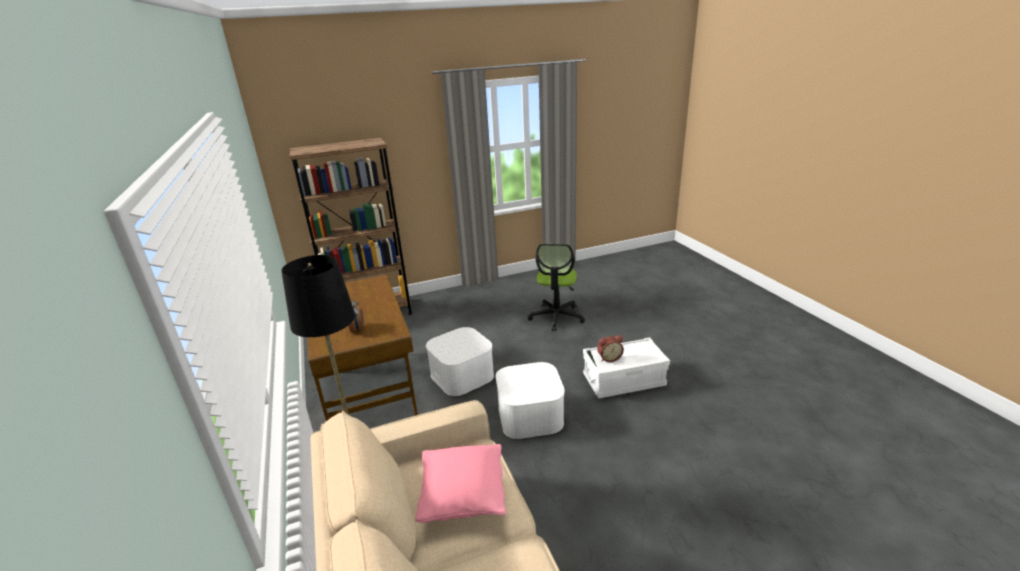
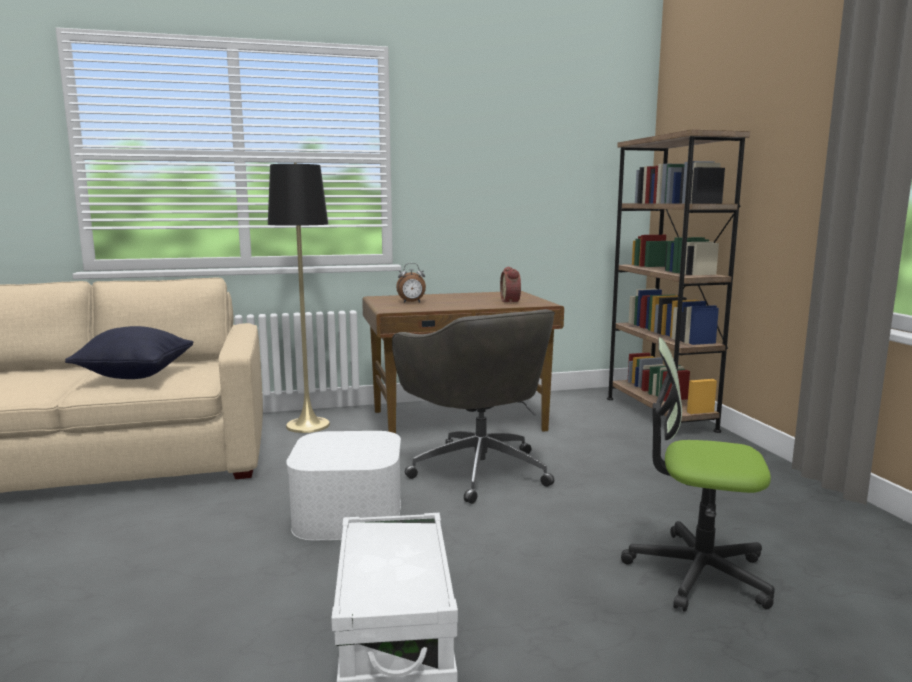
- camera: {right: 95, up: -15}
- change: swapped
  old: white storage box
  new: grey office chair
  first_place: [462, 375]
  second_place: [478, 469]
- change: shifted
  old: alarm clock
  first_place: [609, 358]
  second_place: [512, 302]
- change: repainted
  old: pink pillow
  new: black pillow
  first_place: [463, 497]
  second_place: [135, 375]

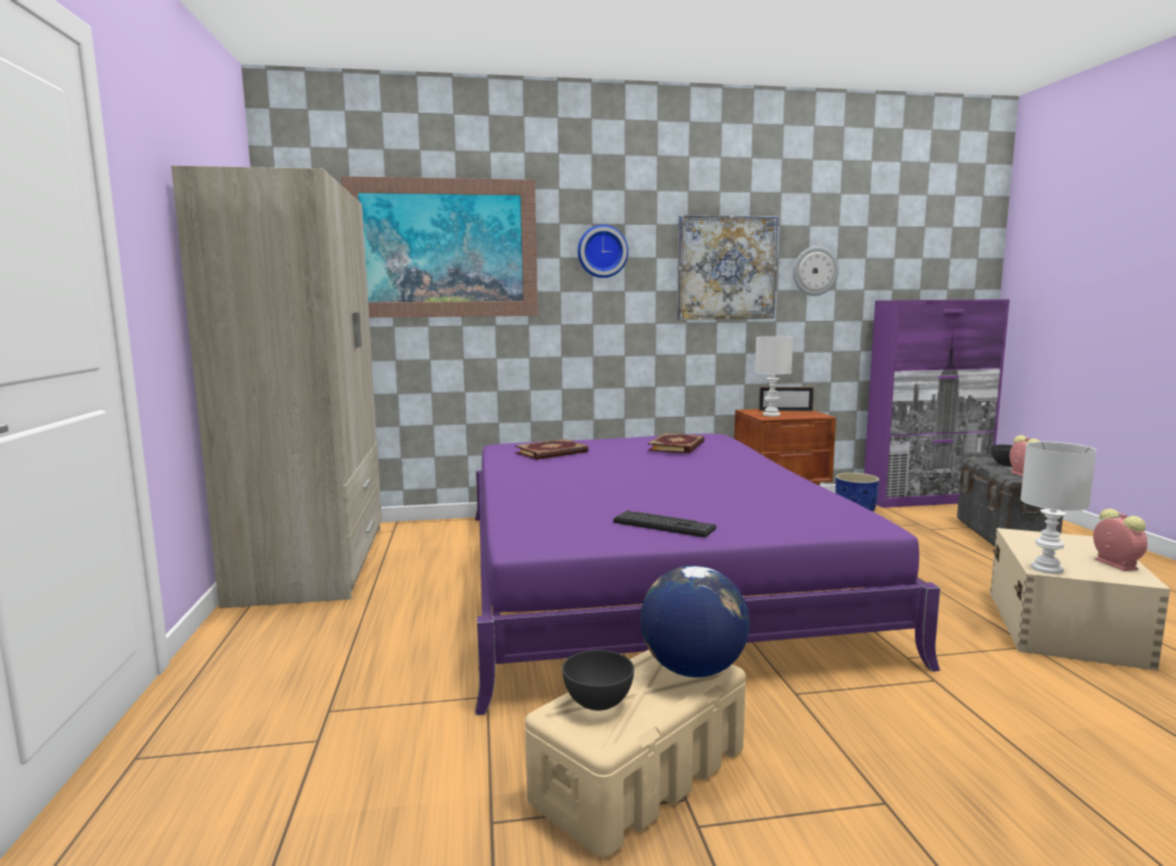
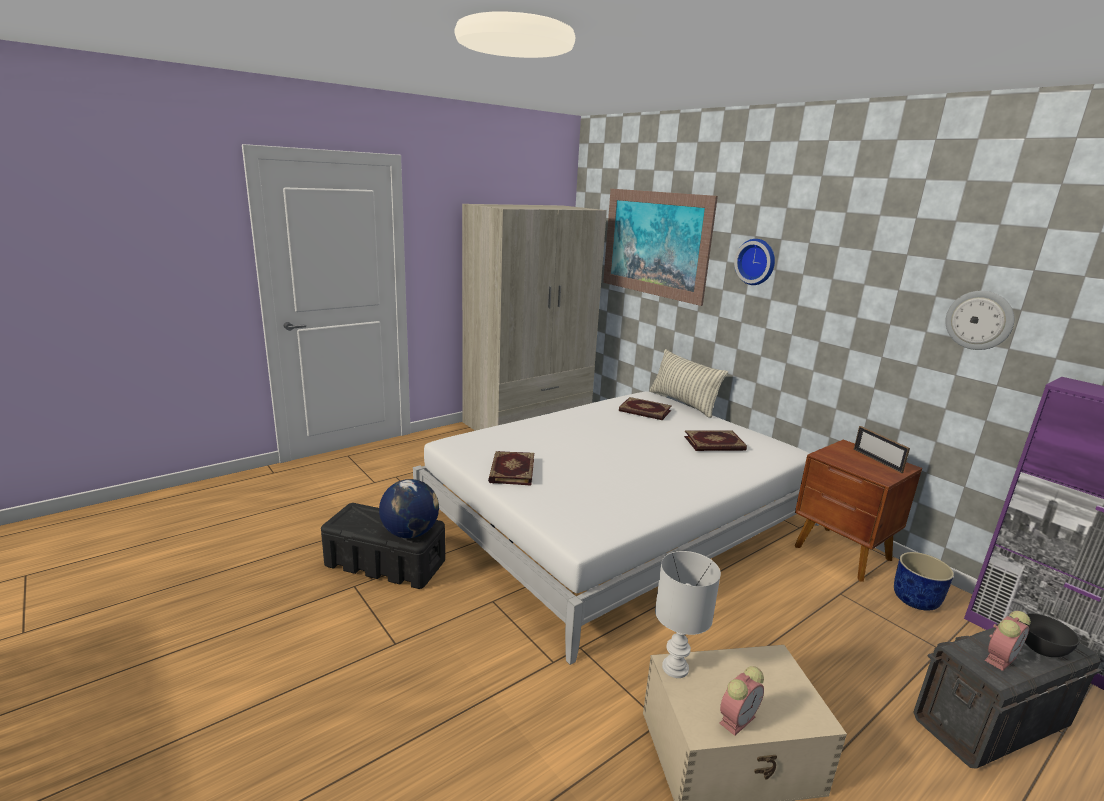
- camera: {right: 60, up: 10}
- change: gone
  old: picture
  first_place: [726, 268]
- change: gone
  old: white table lamp
  first_place: [771, 415]
- change: repainted
  old: purple bed
  new: white bed
  first_place: [645, 575]
  second_place: [616, 517]
- change: swapped
  old: keyboard
  new: book
  first_place: [663, 525]
  second_place: [511, 470]
- change: repainted
  old: beige storage box
  new: black storage box
  first_place: [642, 774]
  second_place: [386, 563]
- change: gone
  old: grey bowl
  first_place: [598, 702]
- change: new
  new: pillow
  second_place: [683, 403]

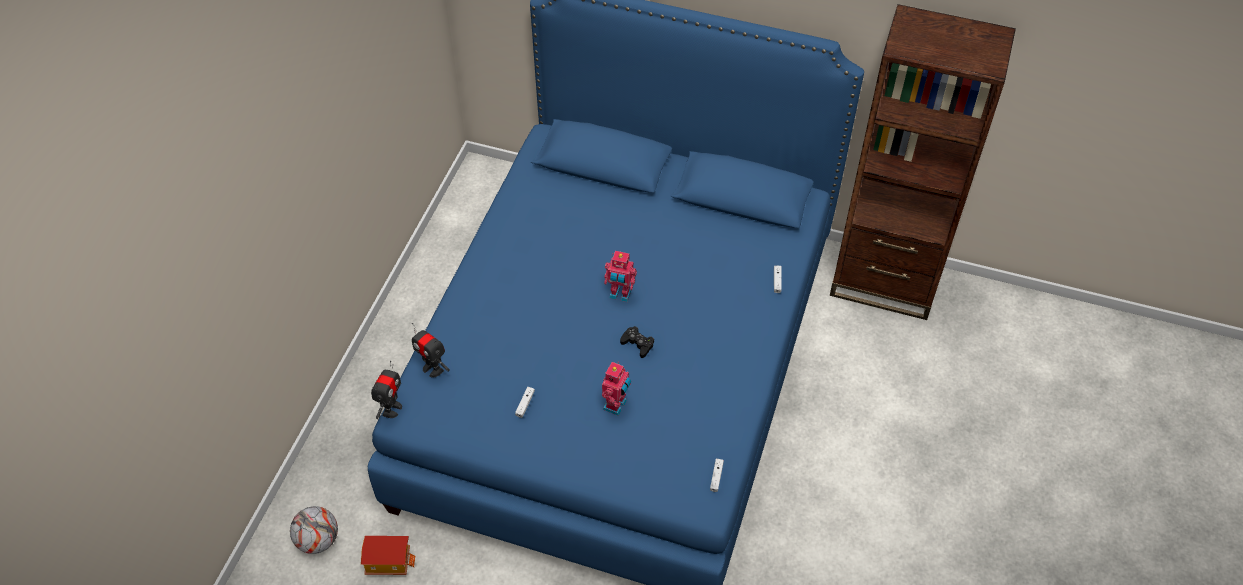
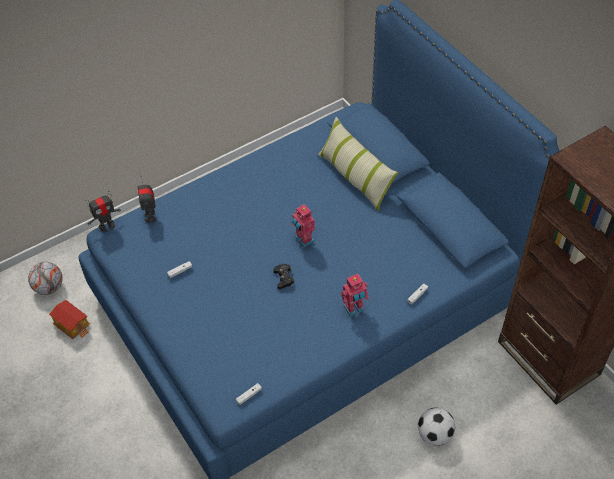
- camera: {right: 40, up: 0}
- change: shifted
  old: toy robot
  first_place: [616, 405]
  second_place: [354, 309]
- change: new
  new: pillow
  second_place: [355, 177]
- change: new
  new: football
  second_place: [435, 435]

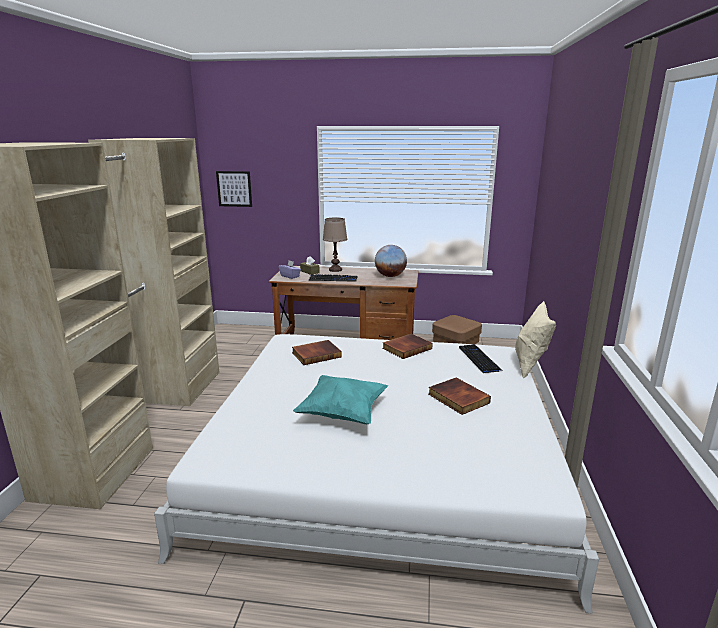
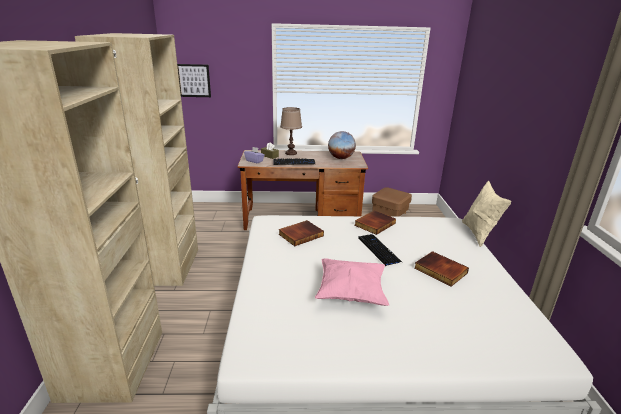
- camera: {right: -10, up: 5}
- change: shifted
  old: keyboard
  first_place: [479, 359]
  second_place: [378, 250]
- change: repainted
  old: turquoise pillow
  new: pink pillow
  first_place: [343, 413]
  second_place: [351, 293]

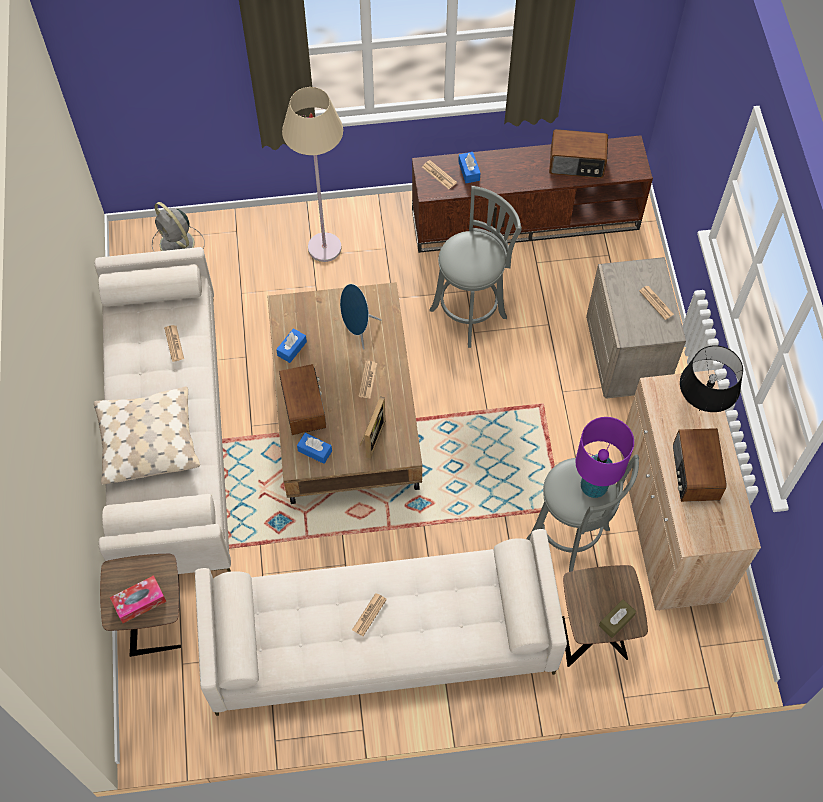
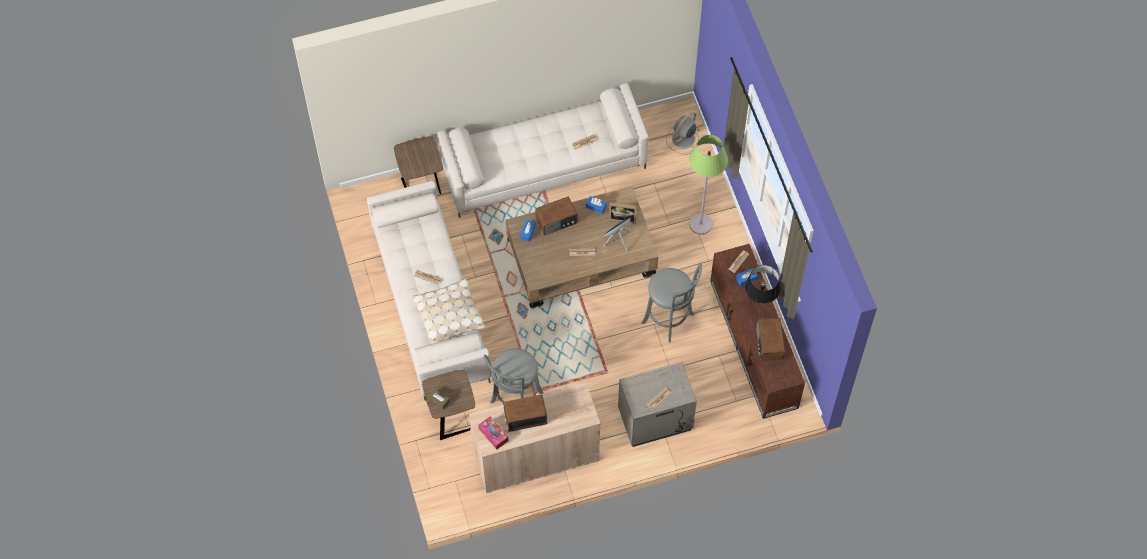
- camera: {right: 80, up: 0}
- change: repainted
  old: beige floor lamp
  new: green floor lamp
  first_place: [324, 247]
  second_place: [701, 224]
- change: shifted
  old: black table lamp
  first_place: [699, 410]
  second_place: [759, 302]
- change: shifted
  old: beige pillow
  first_place: [148, 441]
  second_place: [449, 316]
- change: shifted
  old: picture frame
  first_place: [370, 437]
  second_place: [622, 217]
- change: gone
  old: purple table lamp
  first_place: [593, 486]
- change: shifted
  old: tissue box
  first_place: [139, 602]
  second_place: [493, 434]

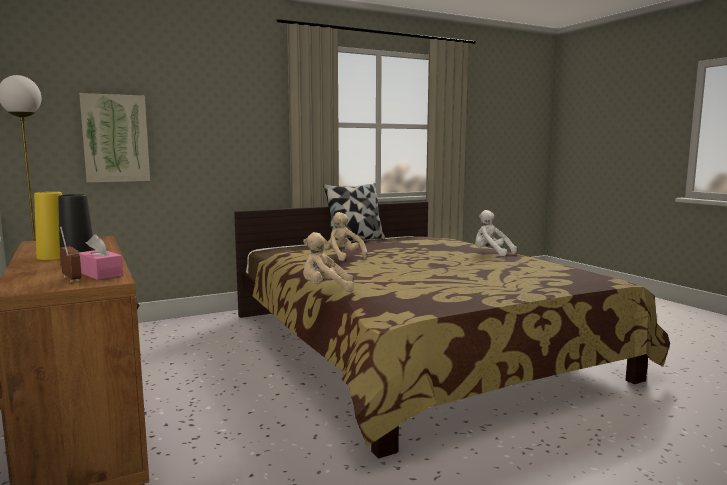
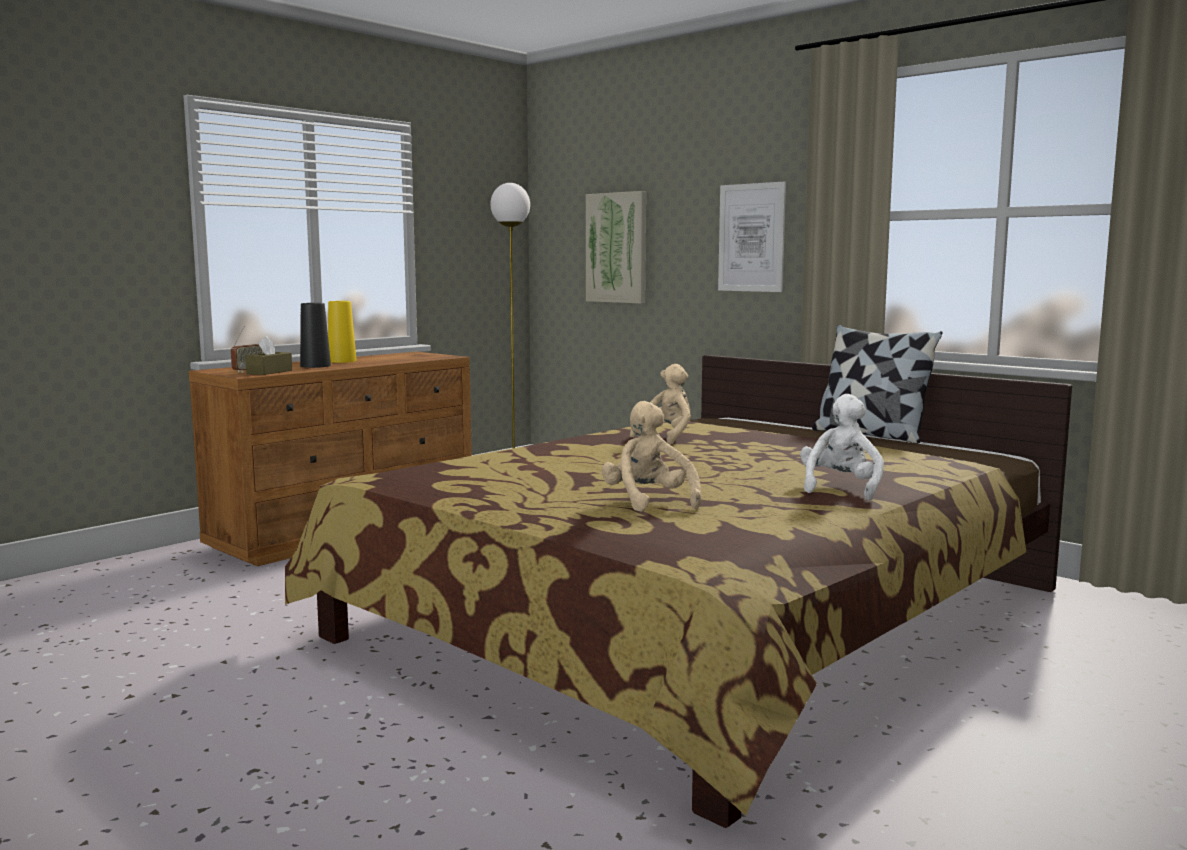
- camera: {right: 70, up: 0}
- change: shifted
  old: beige plush toy
  first_place: [325, 289]
  second_place: [648, 502]
- change: repainted
  old: pink tissue box
  new: brown tissue box
  first_place: [101, 274]
  second_place: [269, 372]
- change: new
  new: picture
  second_place: [751, 237]

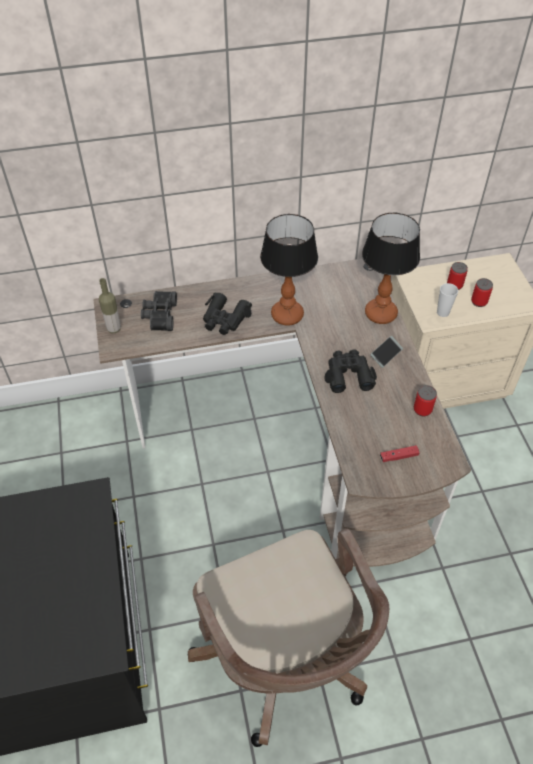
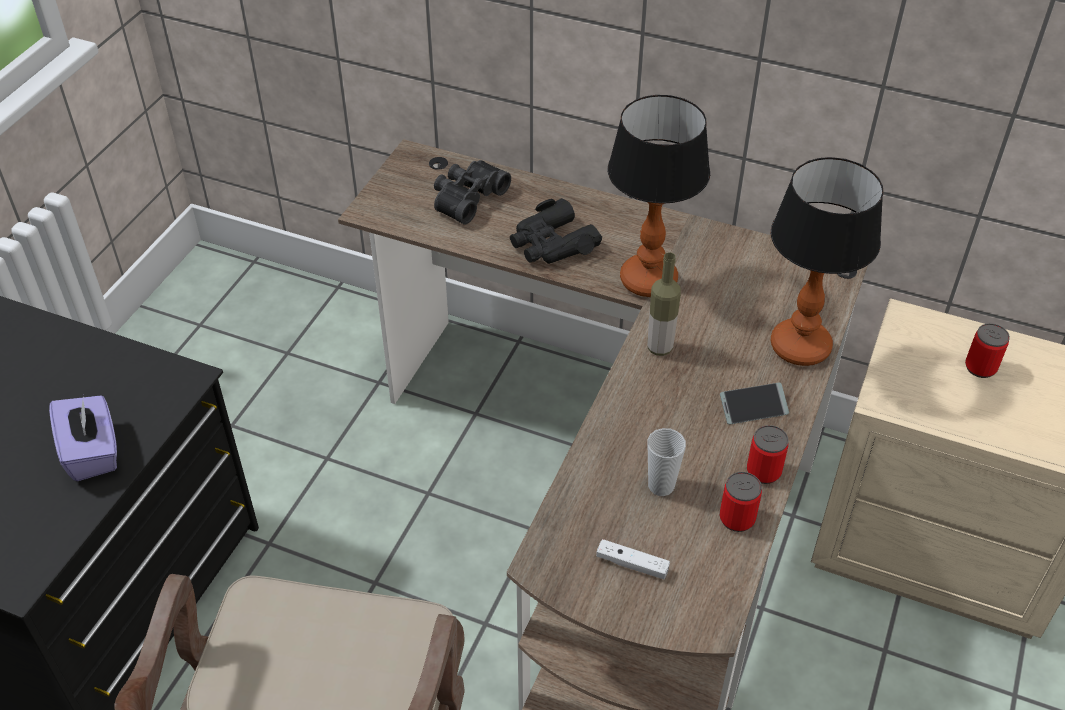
- camera: {right: 35, up: -5}
- change: shifted
  old: bottle
  first_place: [114, 329]
  second_place: [659, 348]
- change: shifted
  old: can
  first_place: [479, 301]
  second_place: [763, 471]
- change: shifted
  old: cup
  first_place: [442, 312]
  second_place: [661, 486]
- change: gone
  old: black binoculars
  first_place: [348, 374]
- change: repainted
  old: red game controller
  new: white game controller
  first_place: [399, 456]
  second_place: [632, 564]
- change: new
  new: purple tissue box
  second_place: [93, 452]

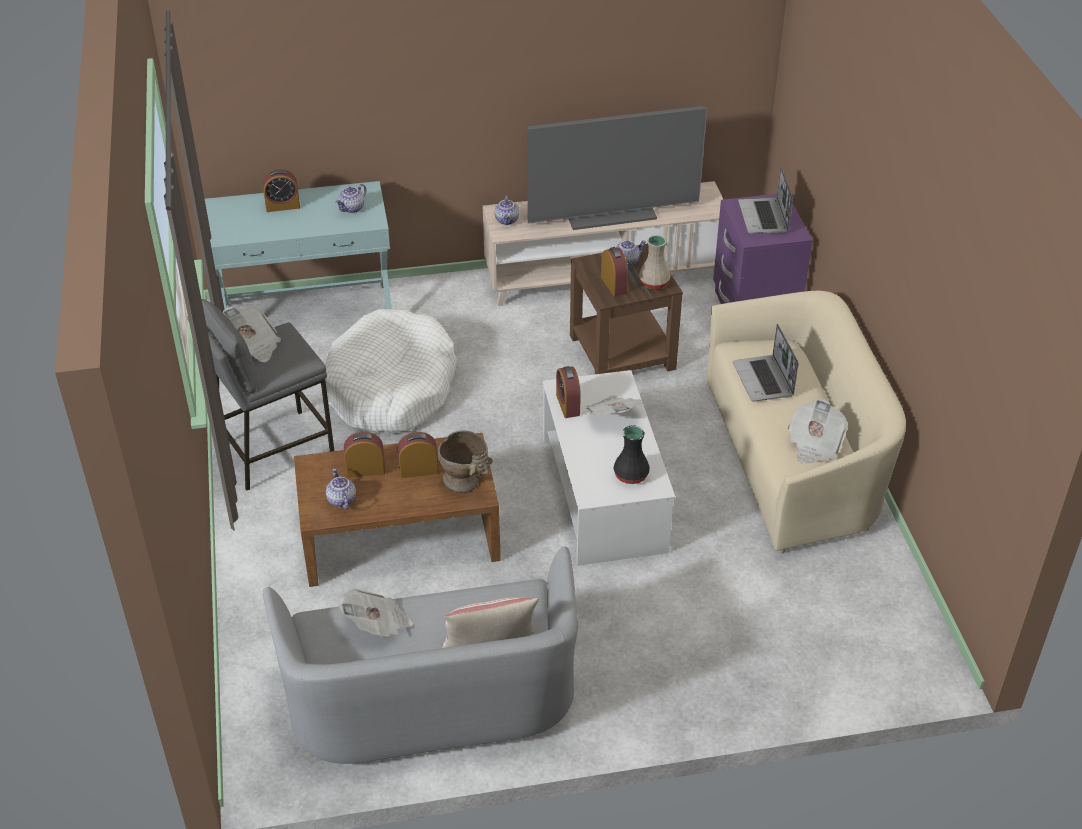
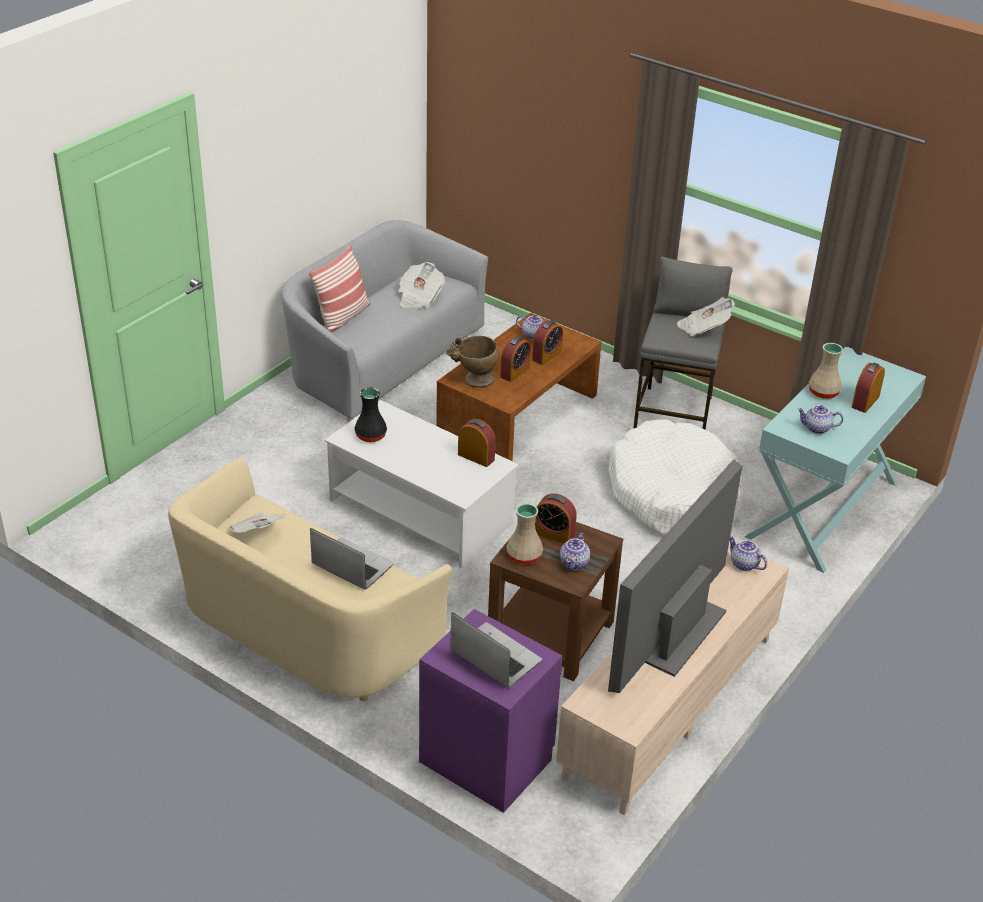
- camera: {right: 135, up: -5}
- change: rotated
  old: teapot
  first_place: [352, 209]
  second_place: [817, 429]
  degrees: -75
- change: gone
  old: newspaper
  first_place: [613, 416]
- change: new
  new: beige vase
  second_place: [823, 393]

